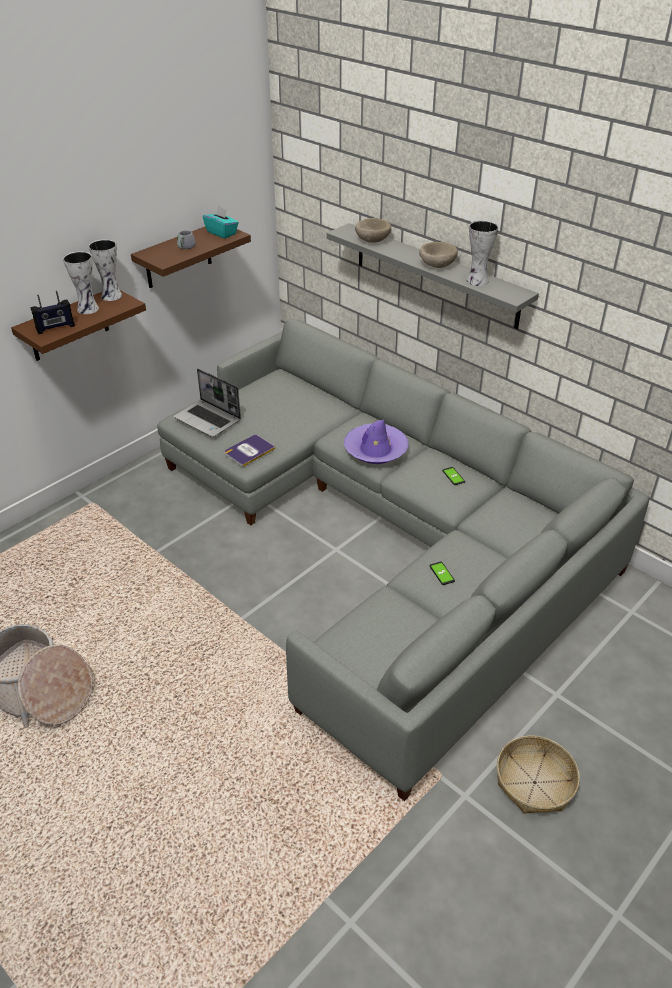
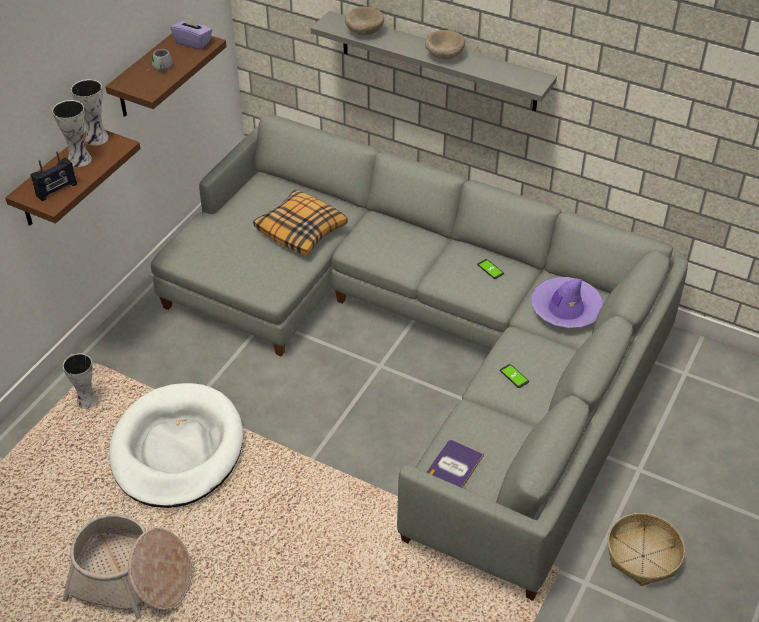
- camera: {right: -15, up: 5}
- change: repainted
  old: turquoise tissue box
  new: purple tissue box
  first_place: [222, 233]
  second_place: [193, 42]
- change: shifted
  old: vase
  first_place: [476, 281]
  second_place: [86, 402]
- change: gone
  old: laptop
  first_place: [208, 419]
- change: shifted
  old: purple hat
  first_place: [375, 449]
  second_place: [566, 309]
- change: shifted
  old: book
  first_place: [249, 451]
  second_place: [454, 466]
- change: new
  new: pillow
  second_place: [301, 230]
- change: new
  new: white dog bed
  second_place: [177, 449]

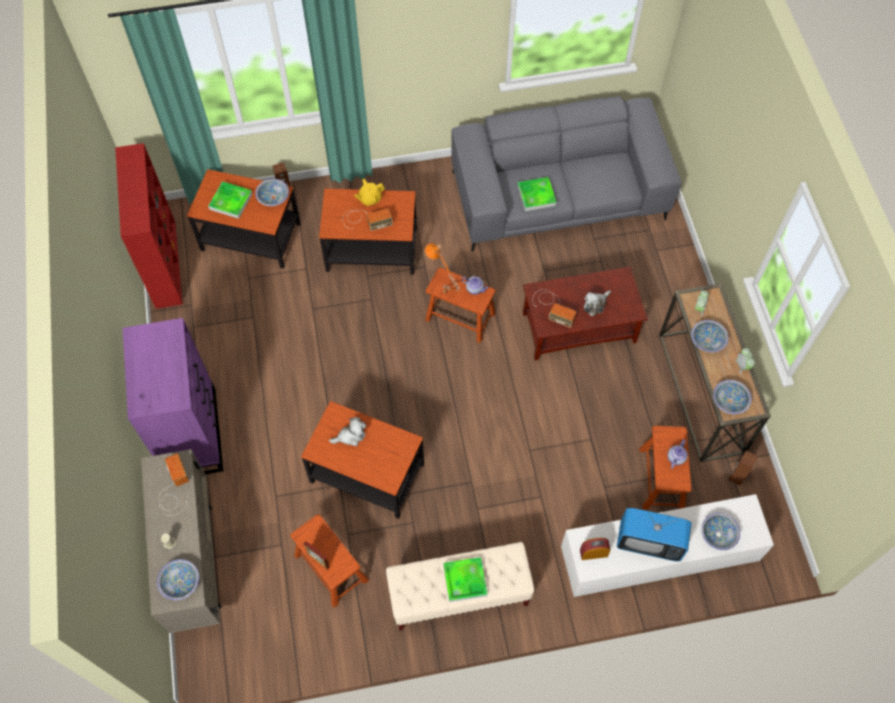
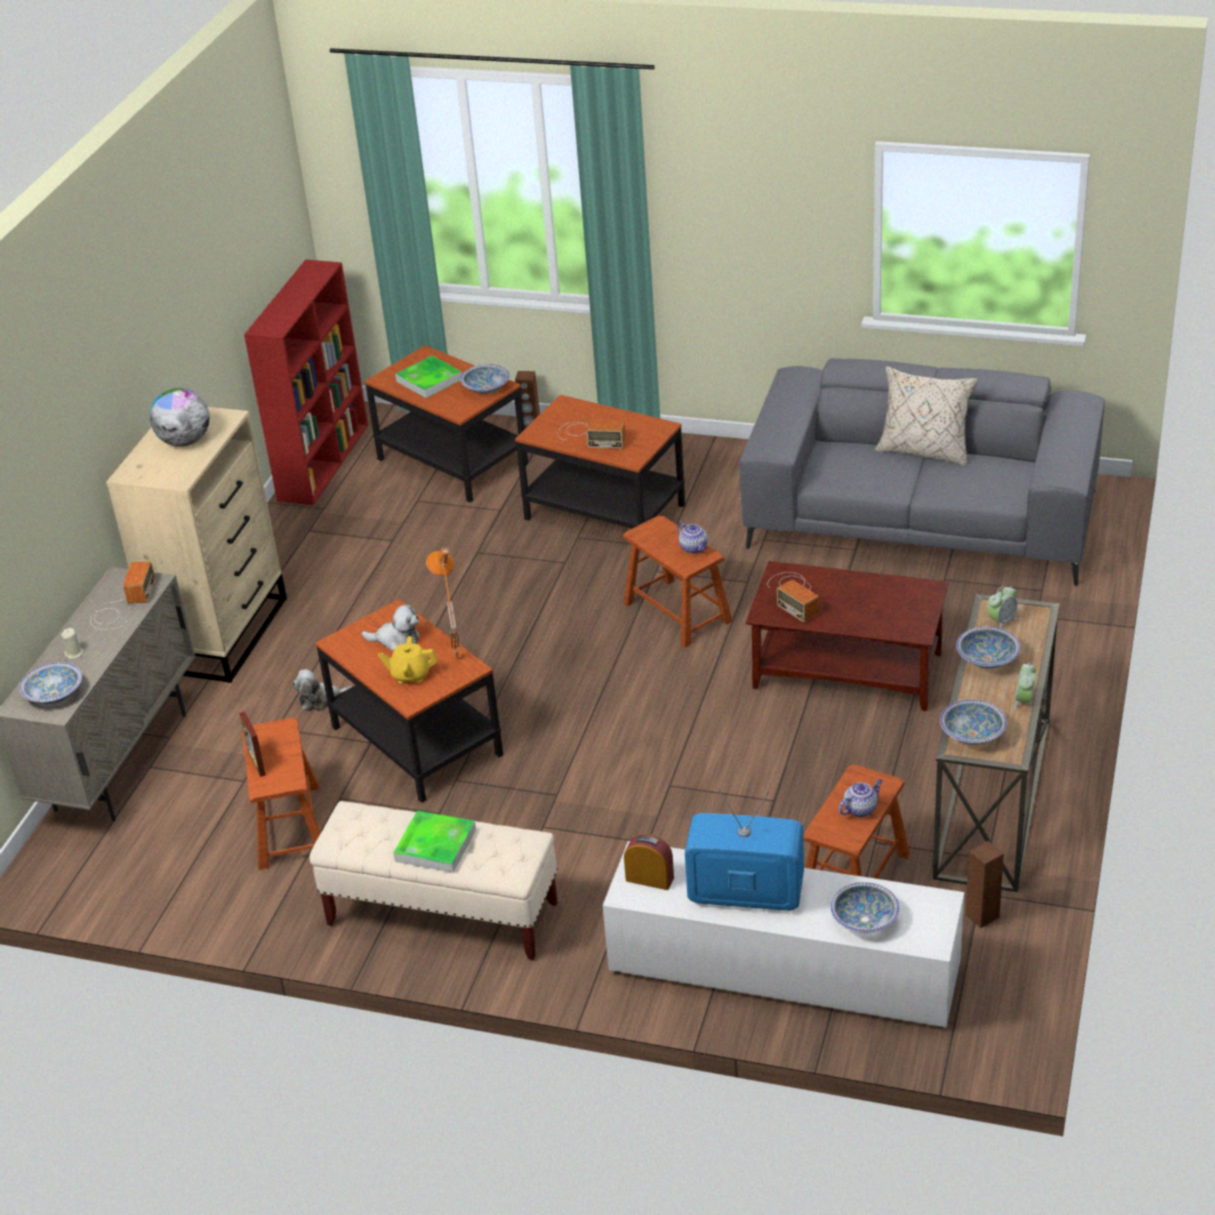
- camera: {right: 30, up: -25}
- change: gone
  old: tray
  first_place: [536, 195]
- change: shifted
  old: yellow teapot
  first_place: [370, 199]
  second_place: [410, 675]
- change: shifted
  old: orange table lamp
  first_place: [443, 294]
  second_place: [454, 659]
- change: shifted
  old: plush toy
  first_place: [595, 304]
  second_place: [321, 700]
- change: repainted
  old: purple dresser
  new: beige dresser
  first_place: [192, 433]
  second_place: [223, 633]
- change: rotated
  old: television
  first_place: [649, 542]
  second_place: [746, 893]
  degrees: 150
- change: new
  new: beige pillow
  second_place: [925, 451]
- change: new
  new: globe
  second_place: [185, 441]

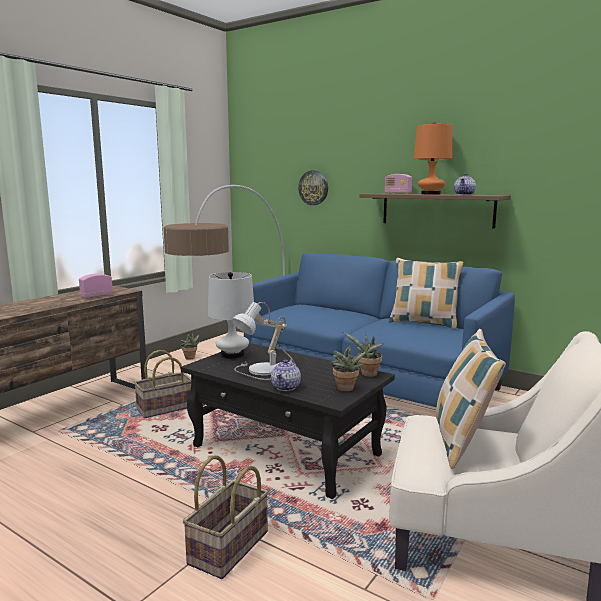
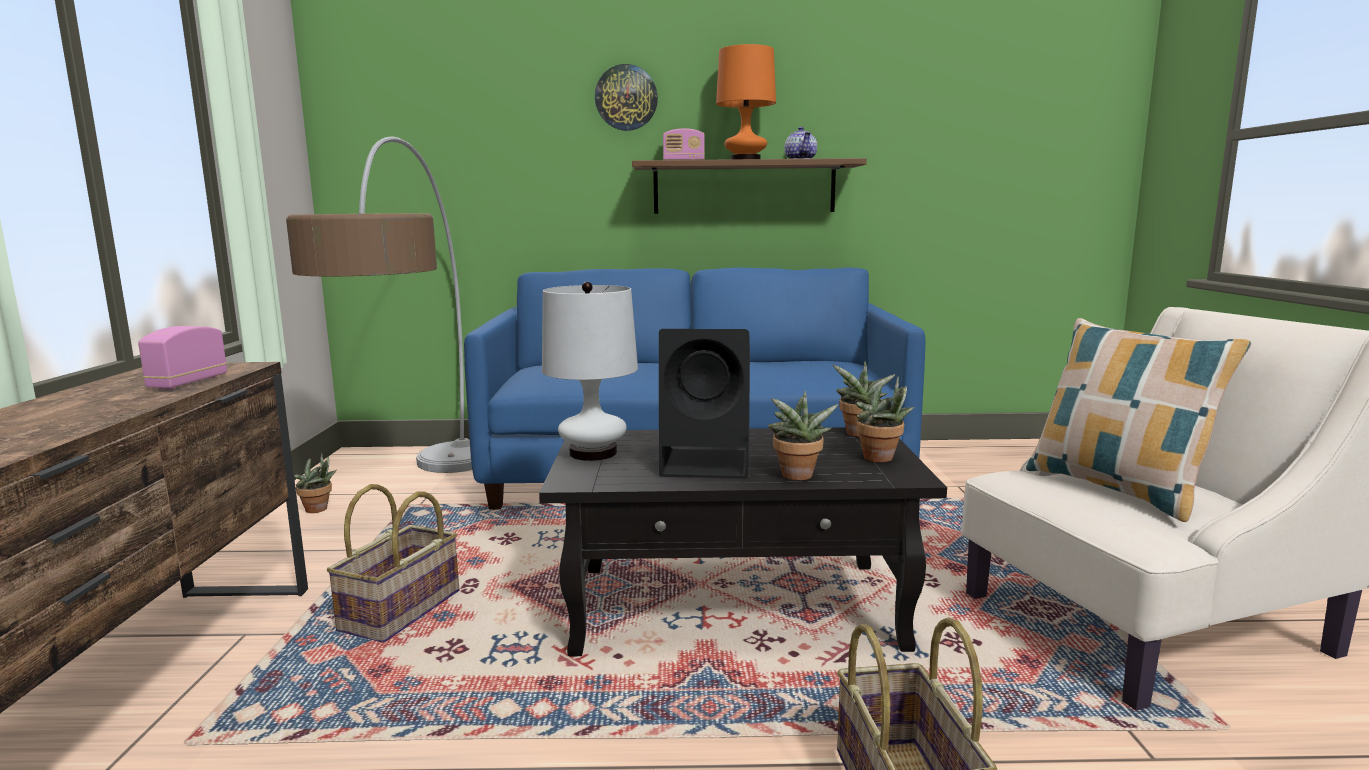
- camera: {right: -35, up: 0}
- change: shifted
  old: wall clock
  first_place: [313, 188]
  second_place: [626, 98]
- change: gone
  old: pillow
  first_place: [423, 323]
- change: swapped
  old: table lamp
  new: black speaker
  first_place: [265, 371]
  second_place: [709, 463]
- change: swapped
  old: teapot
  new: potted plant
  first_place: [286, 387]
  second_place: [797, 477]

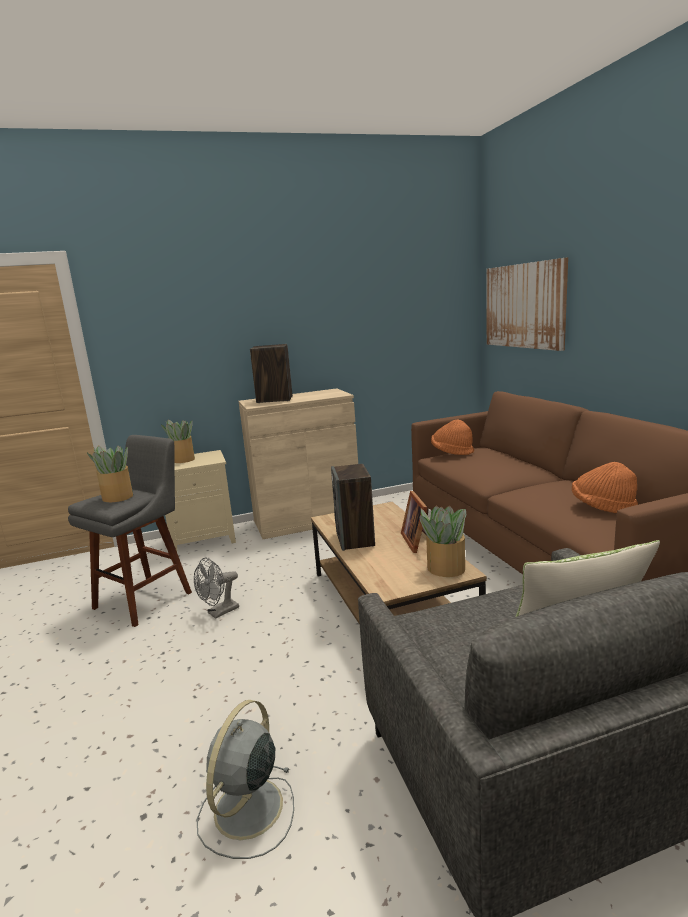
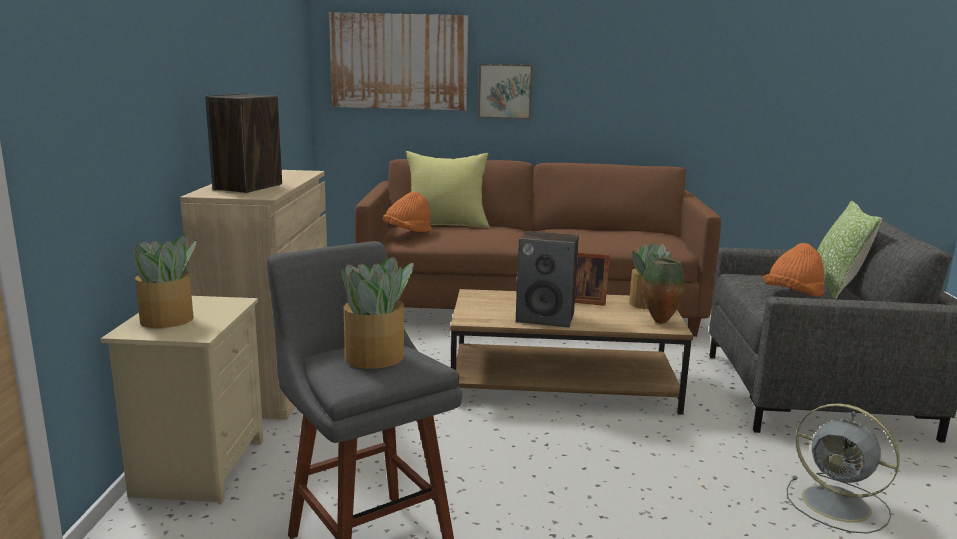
- camera: {right: -70, up: 0}
- change: shifted
  old: orange hat
  first_place: [602, 507]
  second_place: [792, 296]
- change: gone
  old: grey fan
  first_place: [219, 612]
- change: new
  new: picture
  second_place: [505, 91]
- change: new
  new: yellow pillow
  second_place: [446, 224]
- change: new
  new: vase
  second_place: [659, 321]

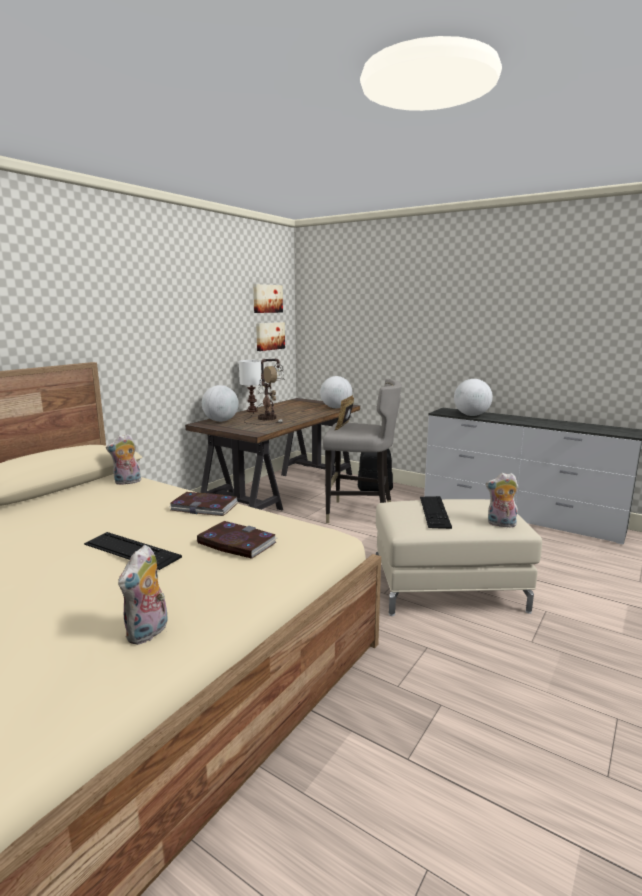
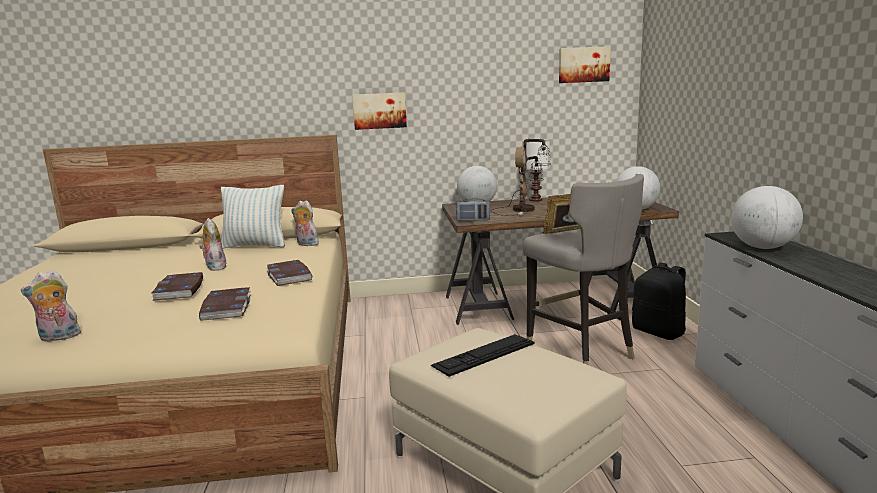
- camera: {right: 50, up: 0}
- change: shifted
  old: picture
  first_place: [269, 336]
  second_place: [379, 110]
- change: shifted
  old: plush toy
  first_place: [500, 524]
  second_place: [214, 267]
- change: swapped
  old: keyboard
  new: book
  first_place: [131, 550]
  second_place: [179, 289]
- change: new
  new: pillow
  second_place: [255, 245]
- change: new
  new: radio
  second_place: [473, 220]

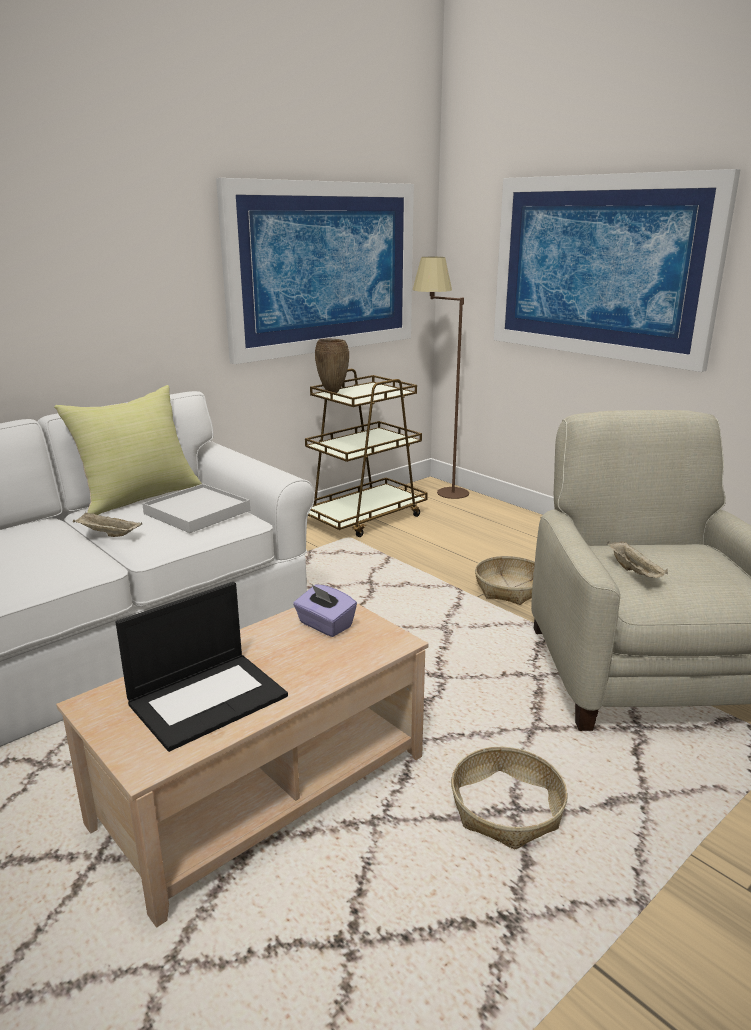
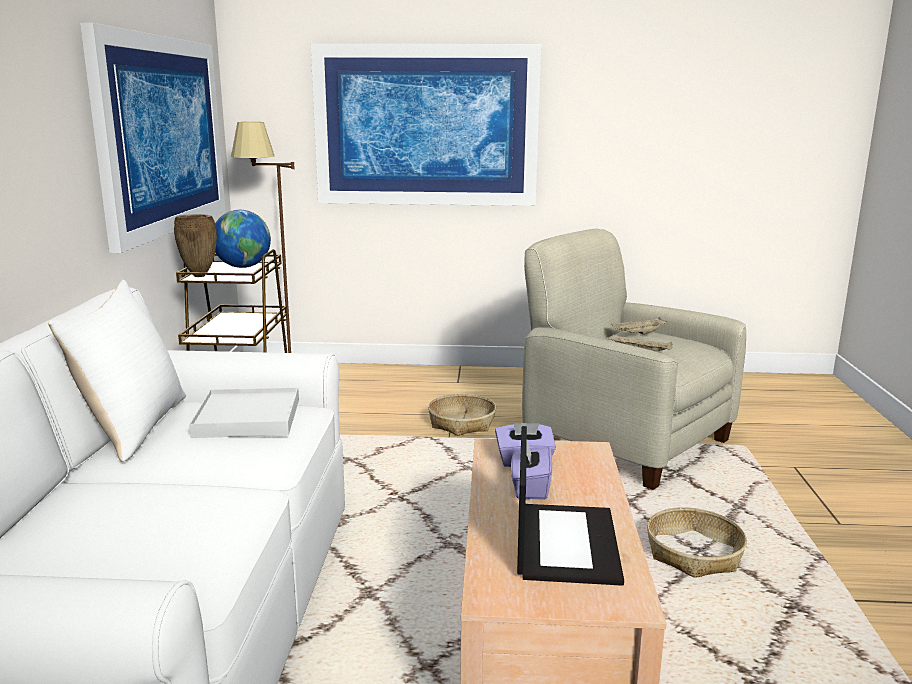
- camera: {right: -45, up: -5}
- change: repainted
  old: yellow pillow
  new: white pillow
  first_place: [139, 496]
  second_place: [135, 427]
- change: shifted
  old: beige tray
  first_place: [107, 534]
  second_place: [638, 334]
- change: new
  new: globe
  second_place: [243, 267]
- change: new
  new: purple tissue box
  second_place: [530, 488]

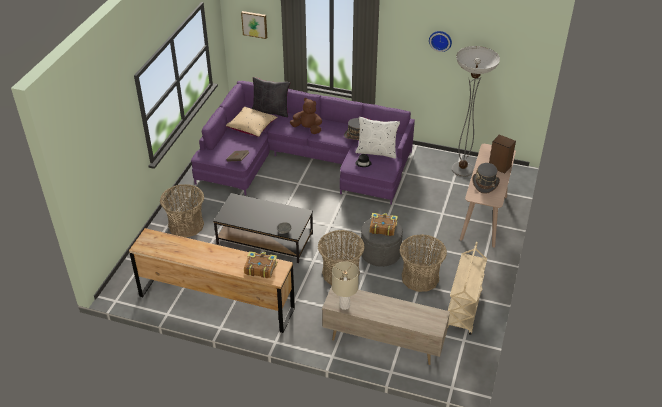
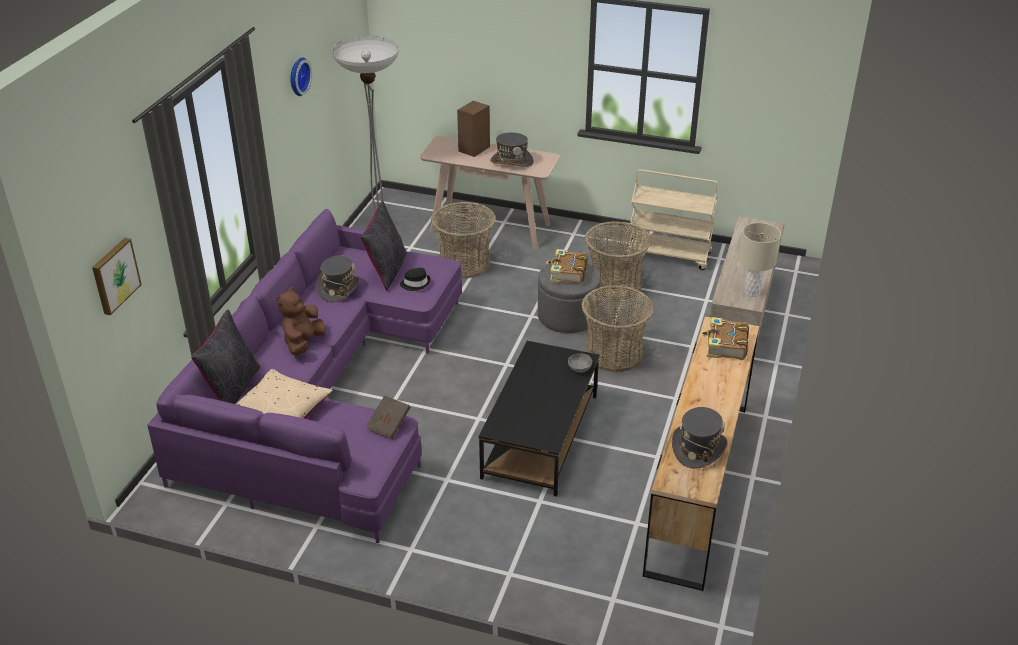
- camera: {right: -90, up: -5}
- change: repainted
  old: white pillow
  new: black pillow
  first_place: [376, 152]
  second_place: [386, 270]
- change: shifted
  old: basket
  first_place: [186, 225]
  second_place: [464, 264]
- change: new
  new: grey hat
  second_place: [698, 448]

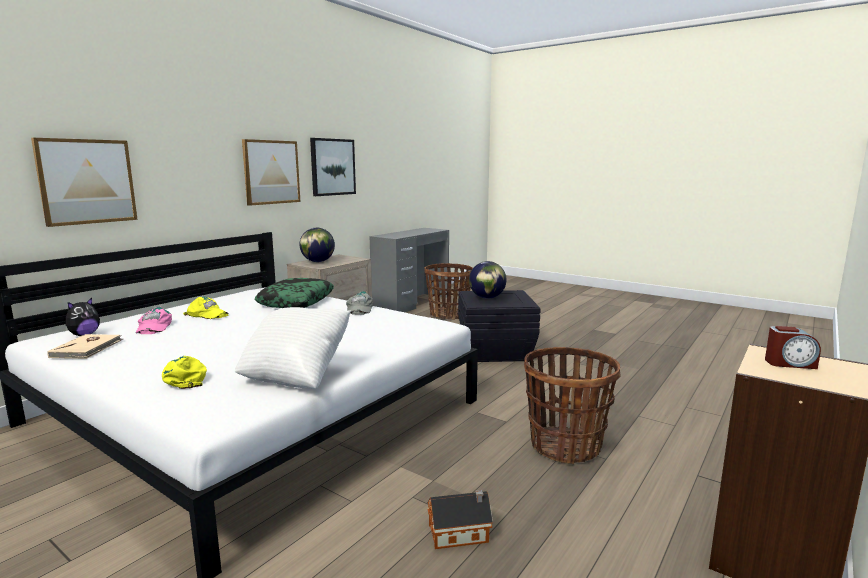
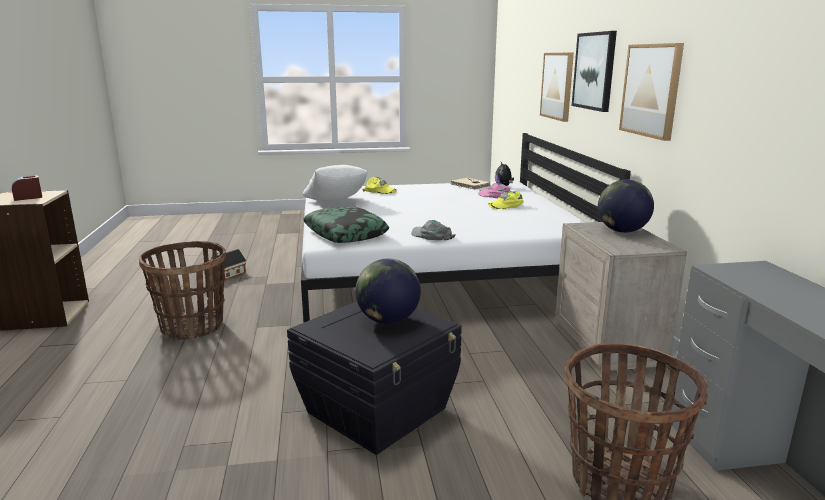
- camera: {right: 135, up: 5}
- change: shifted
  old: picture
  first_place: [332, 167]
  second_place: [595, 71]
- change: shifted
  old: pillow
  first_place: [296, 301]
  second_place: [346, 233]

